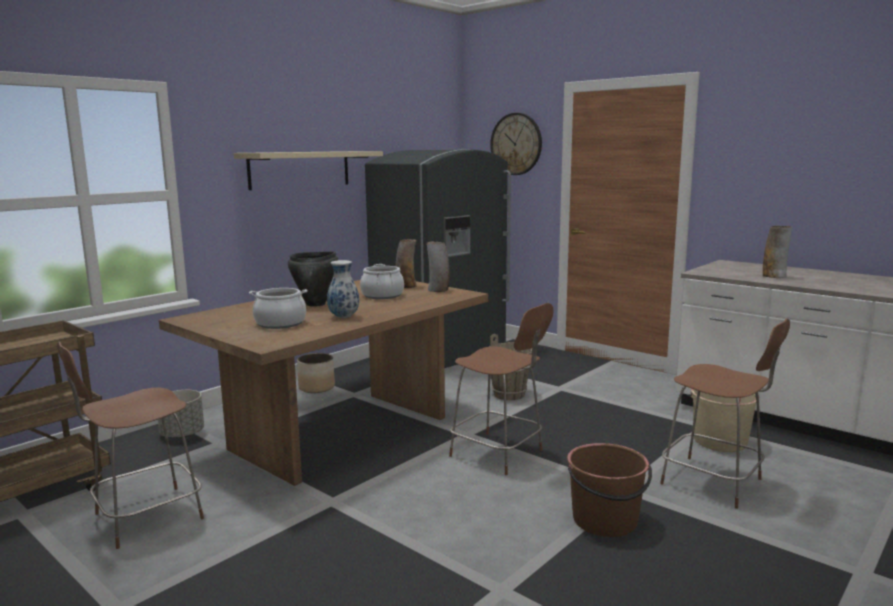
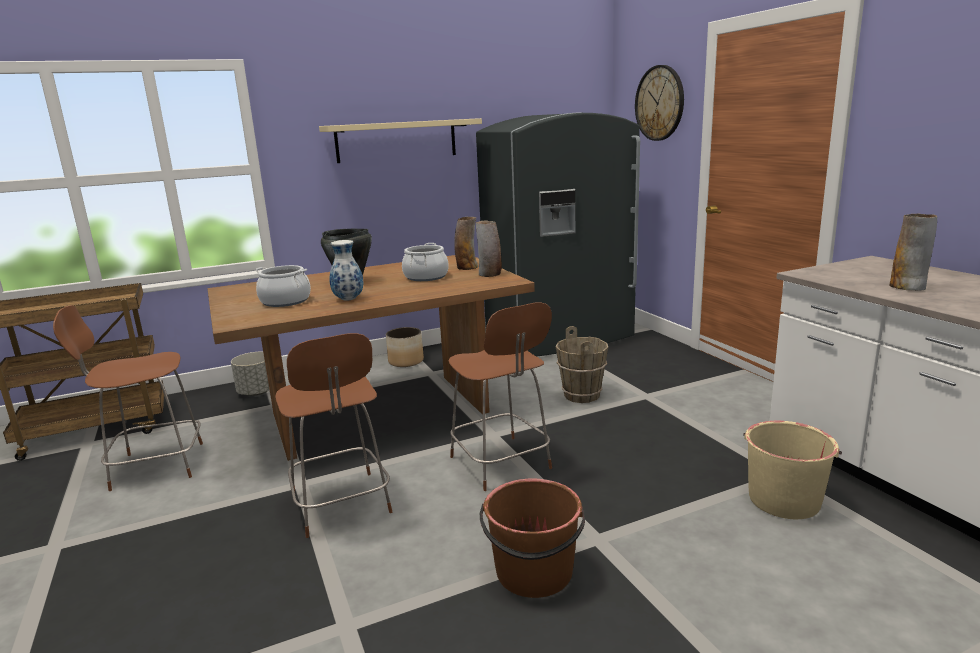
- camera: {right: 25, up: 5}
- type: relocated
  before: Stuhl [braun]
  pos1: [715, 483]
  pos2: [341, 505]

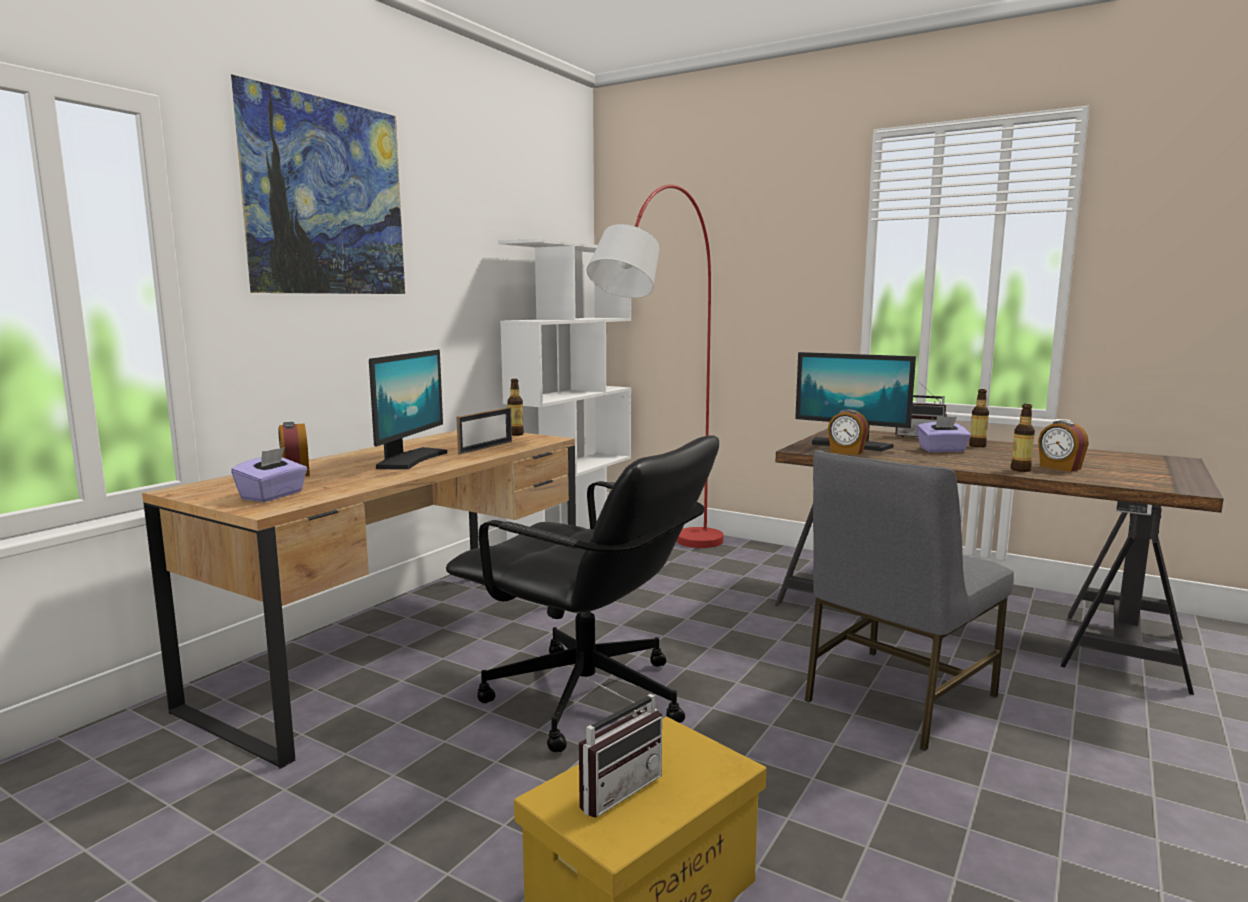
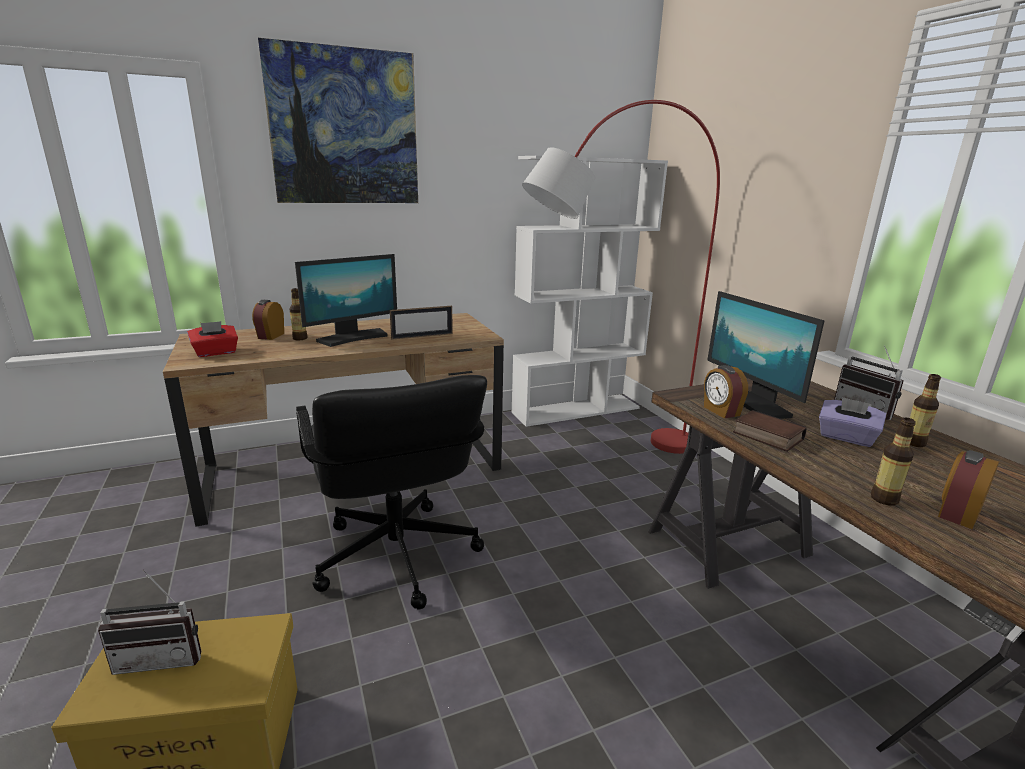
- camera: {right: 35, up: 10}
- type: missing
  before: Stuhl [grau]
  pos1: [895, 697]
- type: appeared
  after: Buch
  pos2: [766, 436]
- type: relocated
  before: Flasche
  pos1: [516, 434]
  pos2: [300, 338]
- type: colour
  before: Taschentuchbox [lila]
  after: Taschentuchbox [rot]
  pos1: [273, 496]
  pos2: [216, 352]
- type: spun
  before: Wecker
  pos1: [1059, 467]
  pos2: [957, 514]
  turn: 45

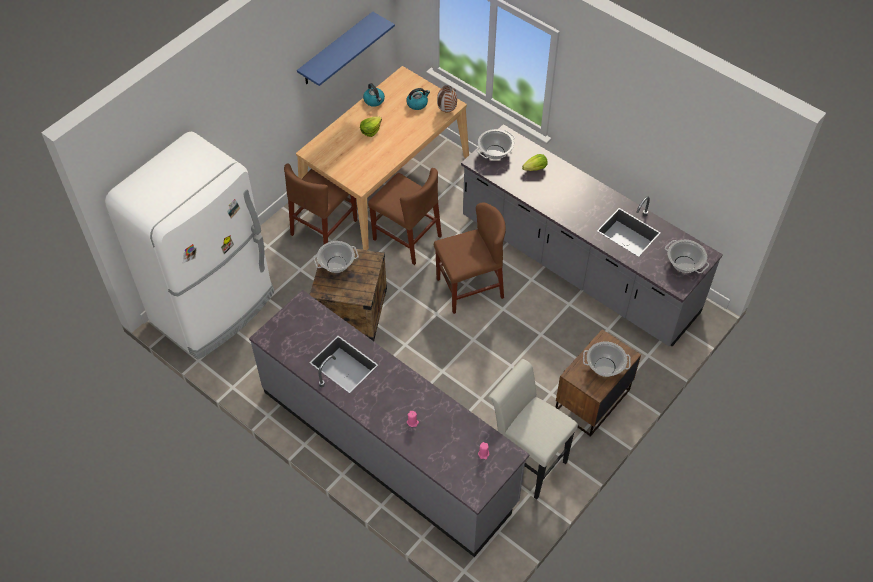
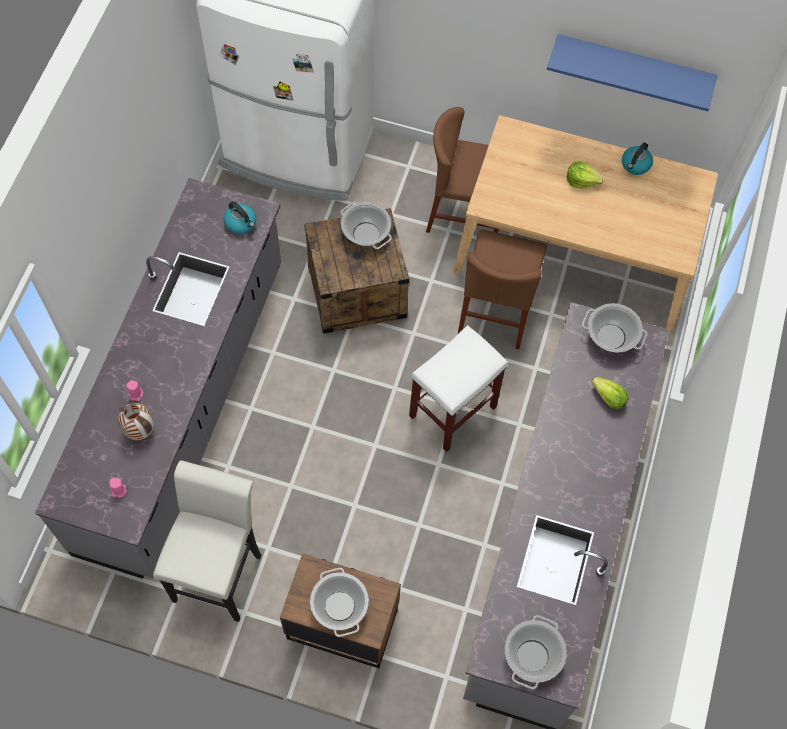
- camera: {right: 65, up: 10}
- type: relocated
  before: Wasserkessel
  pos1: [417, 103]
  pos2: [241, 223]
- type: relocated
  before: Vase
  pos1: [447, 110]
  pos2: [141, 431]
- type: exchanged
  before: Stuhl [braun]
  after: Hocker [weiß]
  pos1: [469, 288]
  pos2: [452, 412]

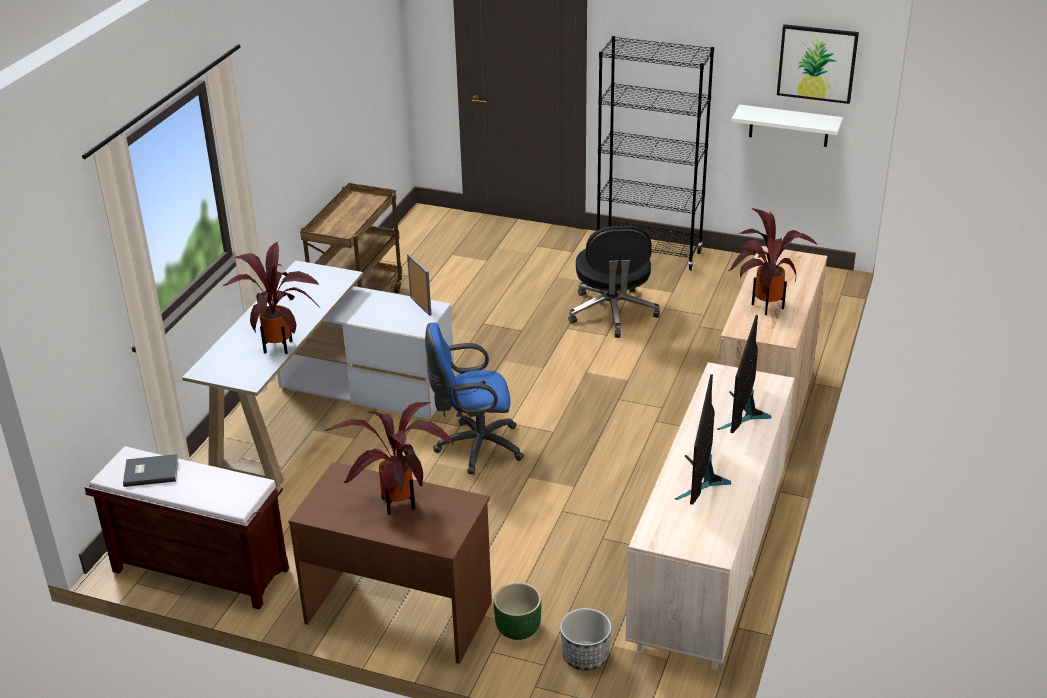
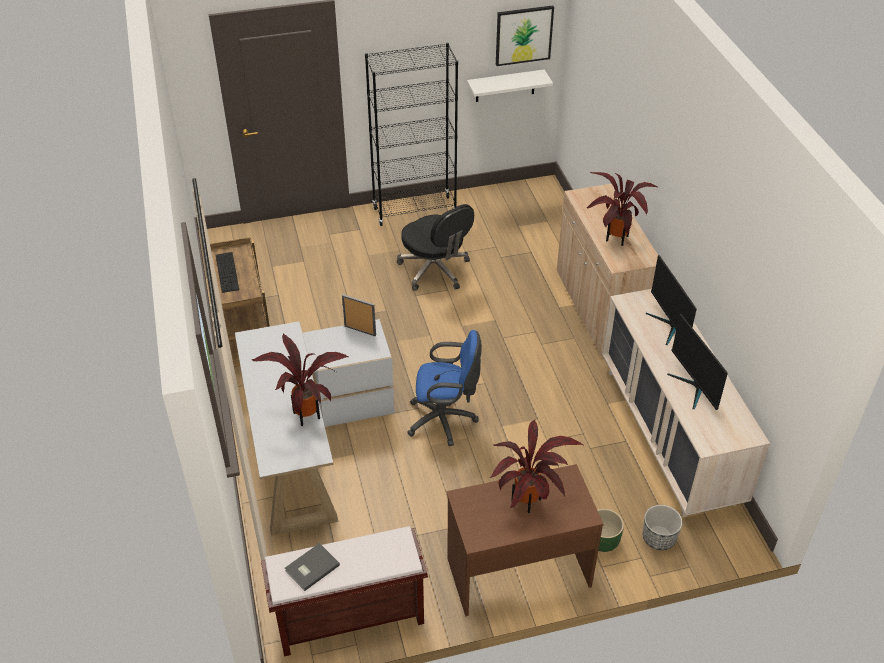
- camera: {right: -35, up: 10}
- type: appeared
  after: Tastatur
  pos2: [227, 272]
- type: spun
  before: Bürostuhl [blau]
  pos1: [475, 447]
  pos2: [445, 420]
  turn: -135

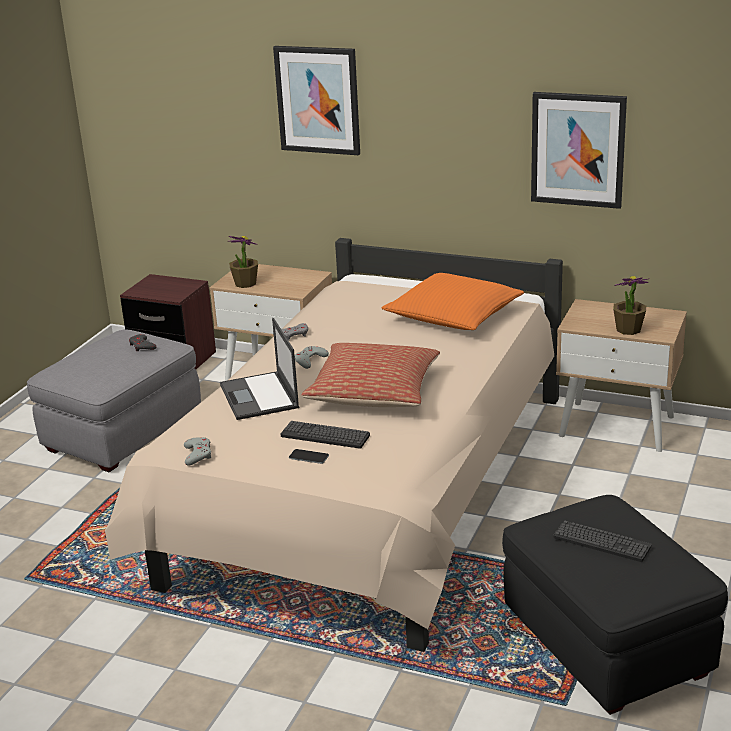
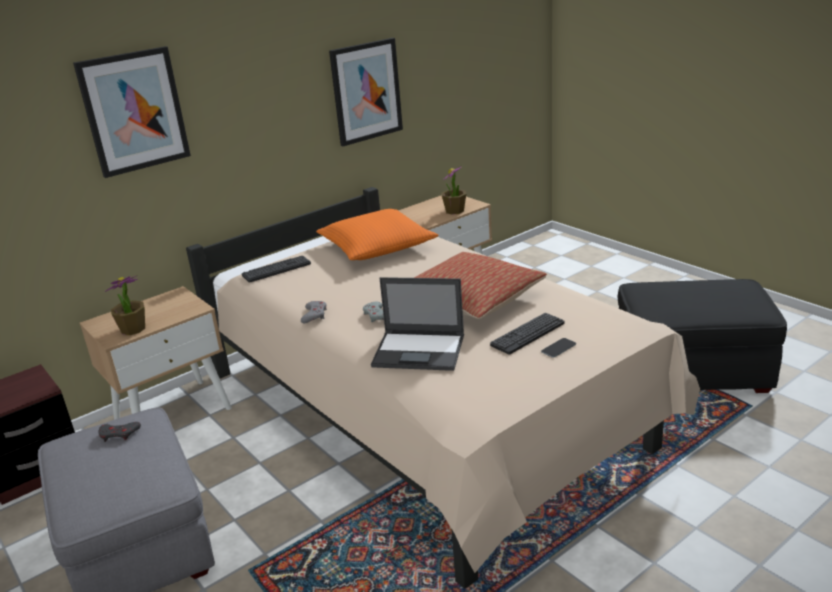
- camera: {right: -60, up: 0}
- type: missing
  before: Gamepad [grau]
  pos1: [198, 454]
- type: relocated
  before: Tastatur
  pos1: [601, 542]
  pos2: [276, 269]

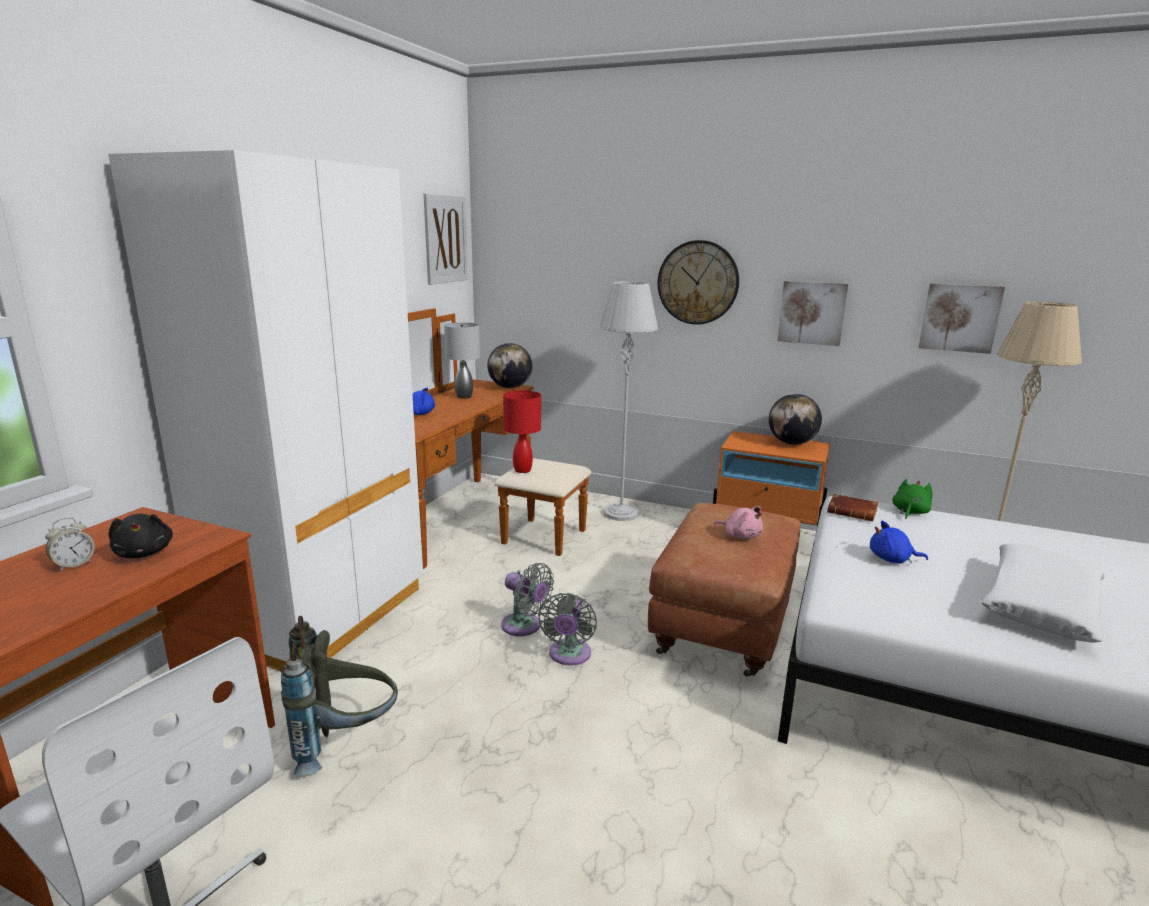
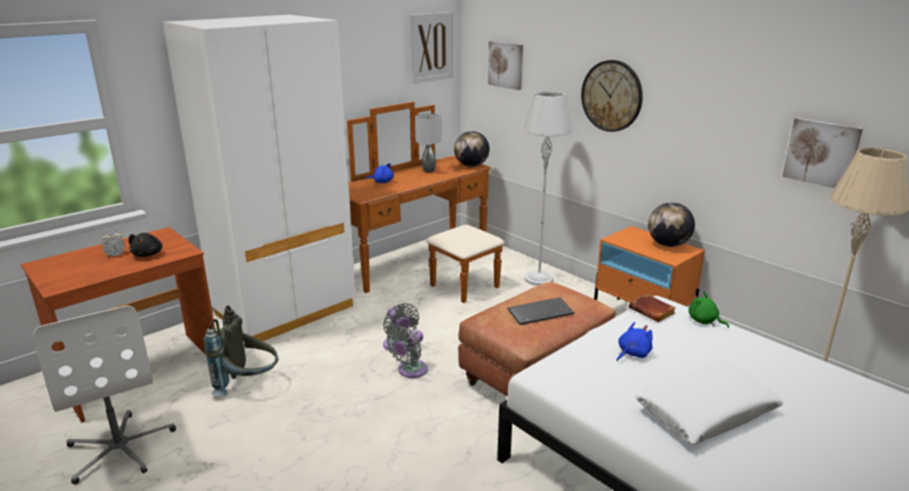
- camera: {right: 25, up: 5}
- type: missing
  before: Tischlampe [rot]
  pos1: [522, 470]
- type: relocated
  before: Bild
  pos1: [812, 312]
  pos2: [506, 65]
- type: exchanged
  before: Plüschtier [rosa]
  after: Tastatur
  pos1: [740, 535]
  pos2: [540, 312]
- type: spun
  before: Plüschtier [blau]
  pos1: [892, 559]
  pos2: [632, 353]
  turn: 105
- type: spun
  before: Plüschtier [grün]
  pos1: [909, 512]
  pos2: [704, 321]
  turn: -105

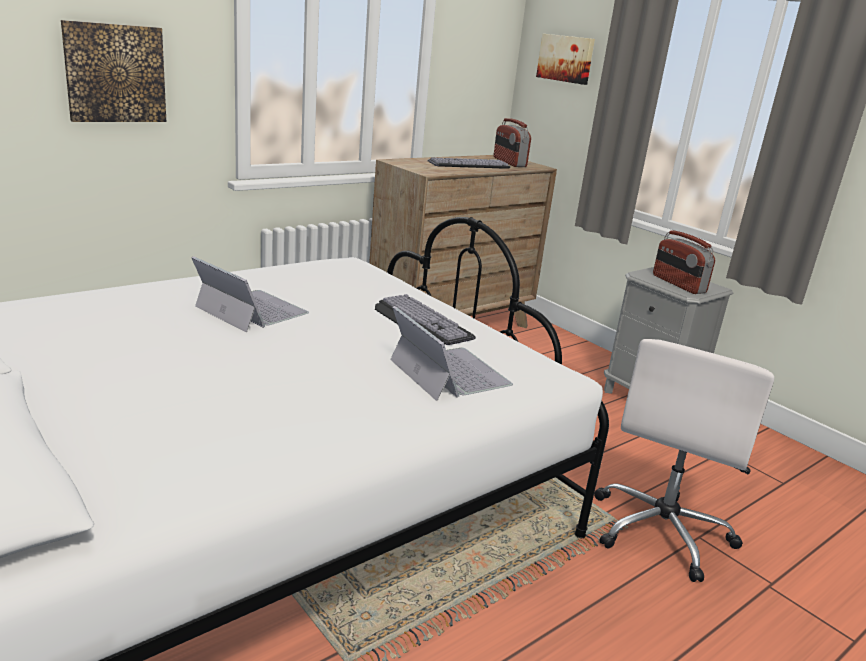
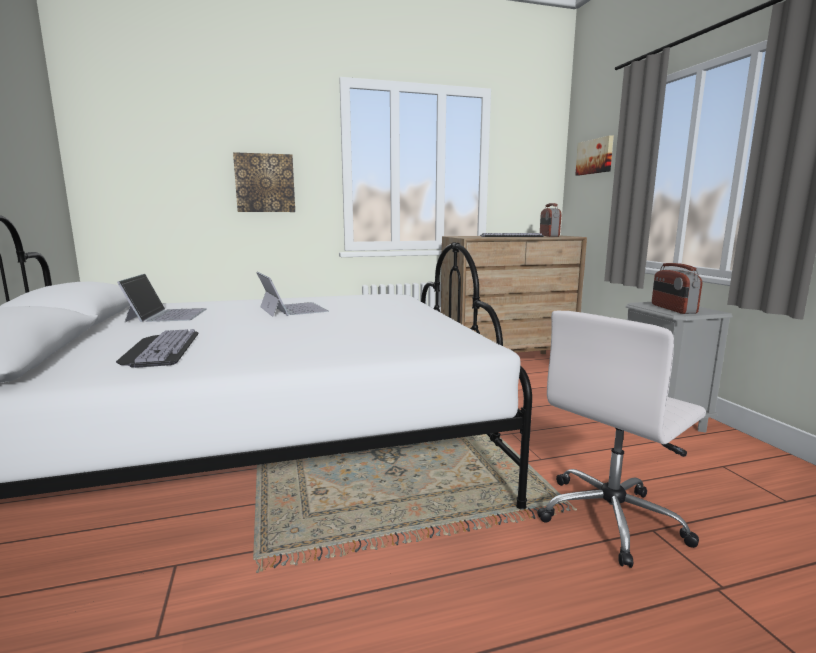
- camera: {right: 25, up: -10}
- type: relocated
  before: Tastatur
  pos1: [418, 321]
  pos2: [159, 349]
- type: relocated
  before: Laptop
  pos1: [448, 372]
  pos2: [167, 315]

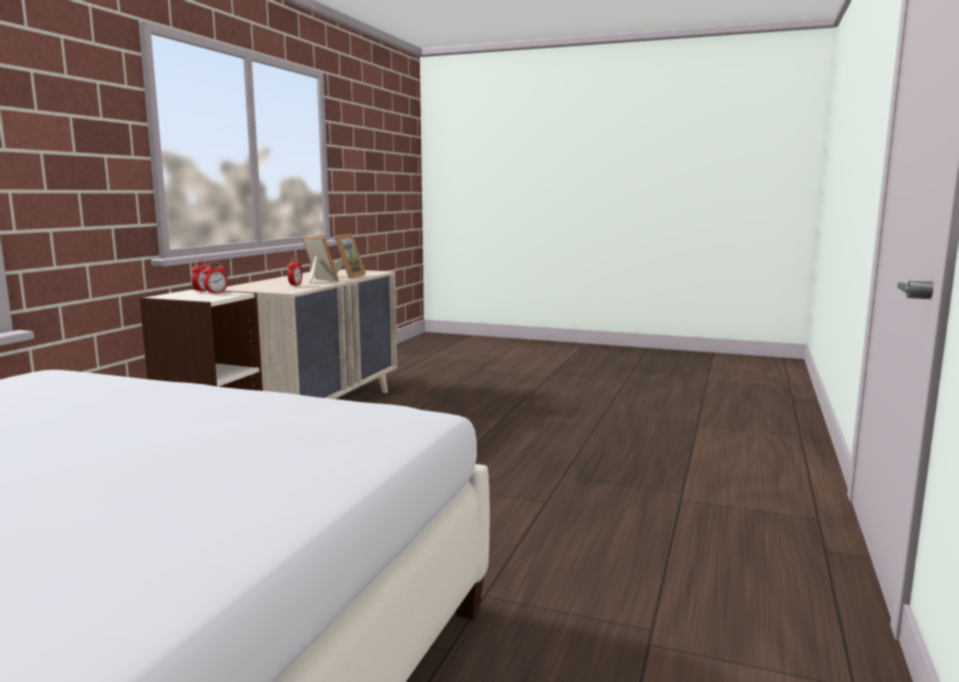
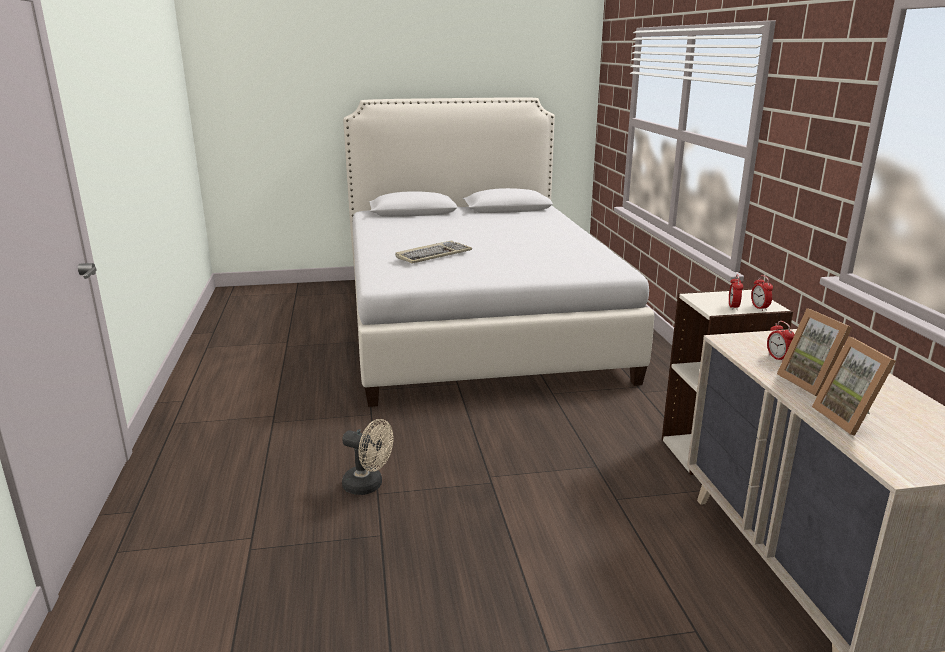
- camera: {right: 150, up: 10}
- type: appeared
  after: Ventilator [beige]
  pos2: [368, 486]
- type: appeared
  after: Tastatur
  pos2: [433, 255]
- type: spun
  before: Bilderrahmen
  pos1: [317, 281]
  pos2: [812, 382]
  turn: 60

